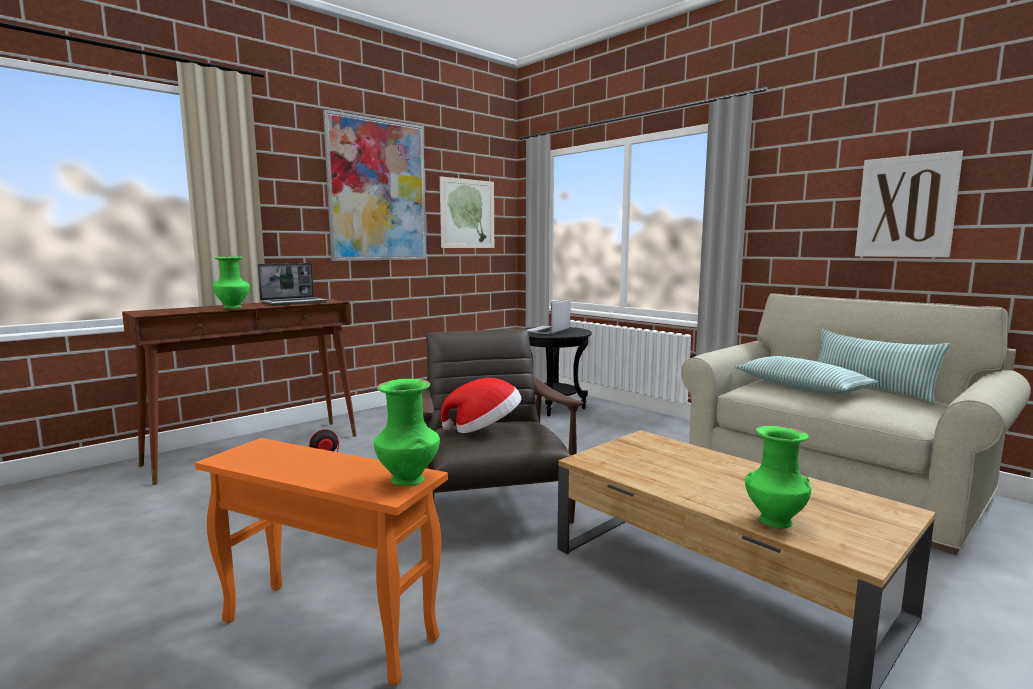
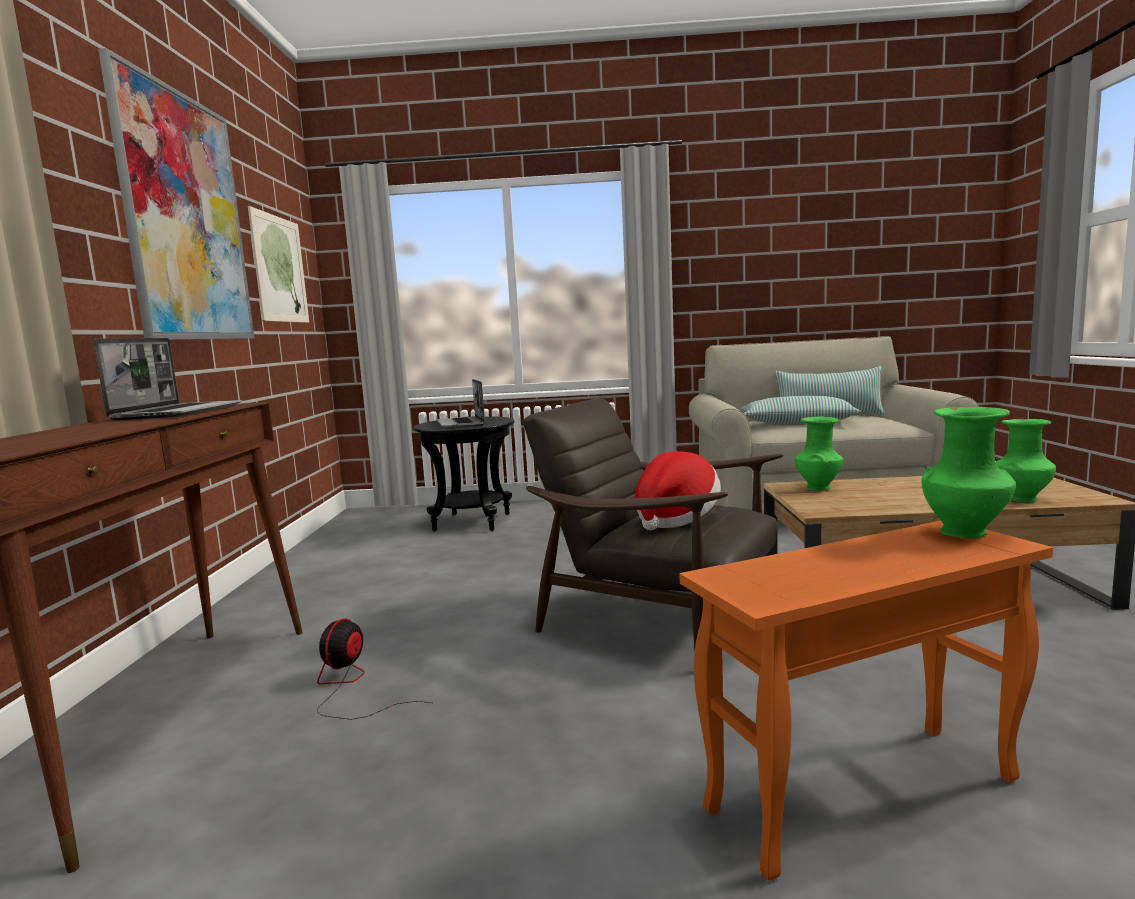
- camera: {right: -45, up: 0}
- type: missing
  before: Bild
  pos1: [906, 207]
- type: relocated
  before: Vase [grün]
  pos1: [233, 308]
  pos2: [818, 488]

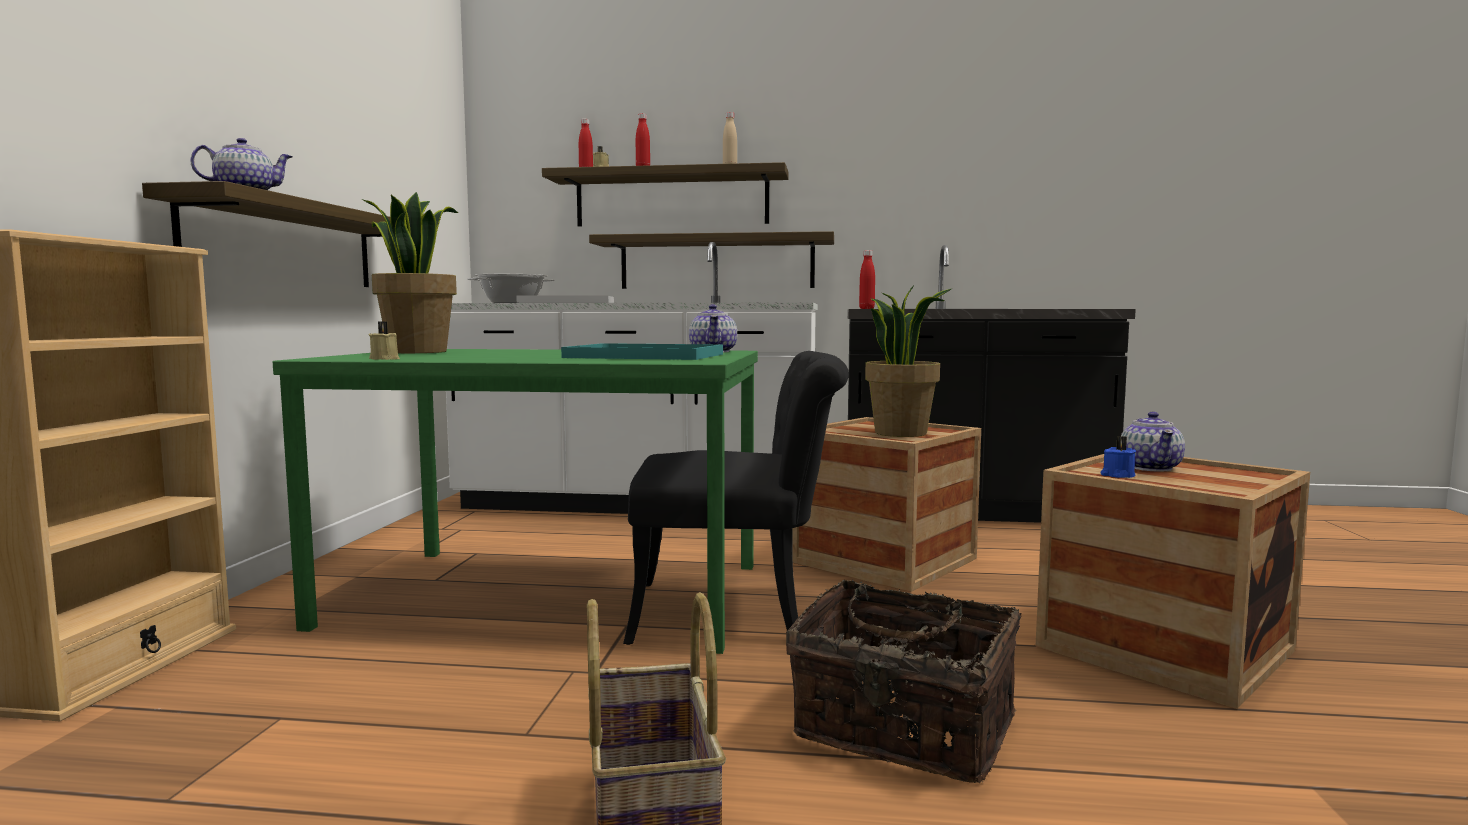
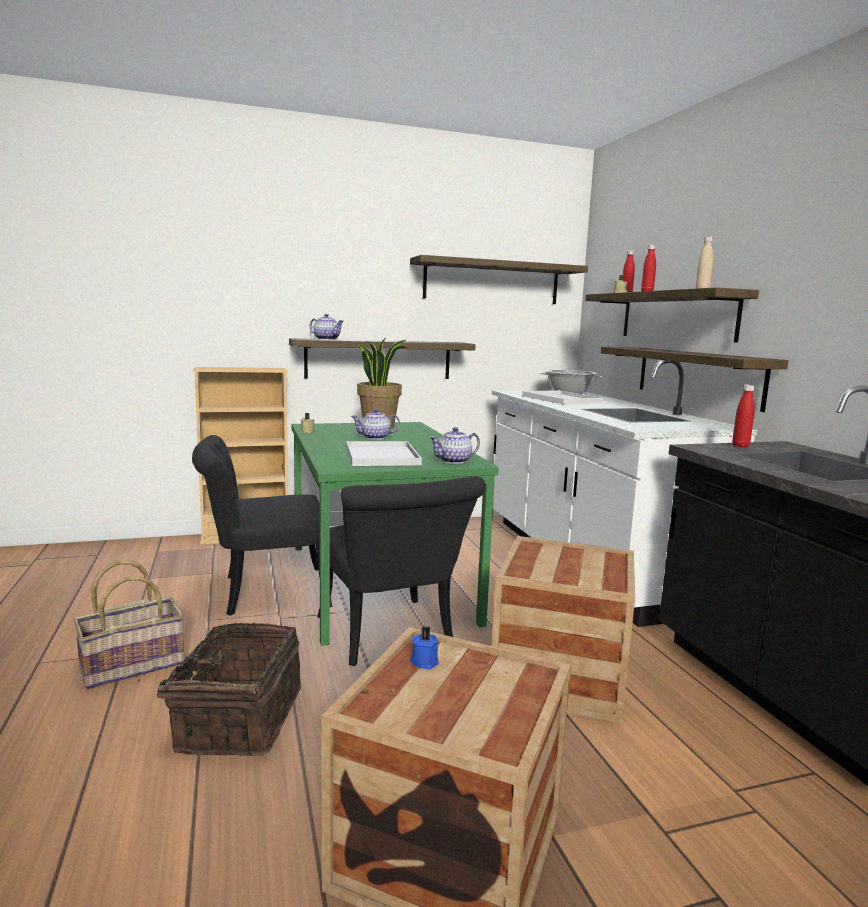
- camera: {right: 65, up: 5}
- type: missing
  before: Topfpflanze
  pos1: [901, 433]
- type: appeared
  after: Stuhl [schwarz]
  pos2: [262, 592]
- type: appeared
  after: Wandregal
  pos2: [492, 282]
- type: relocated
  before: Teekanne
  pos1: [1150, 467]
  pos2: [375, 437]
- type: colour
  before: Tablett [türkis]
  after: Tablett [weiß]
  pos1: [648, 356]
  pos2: [383, 456]

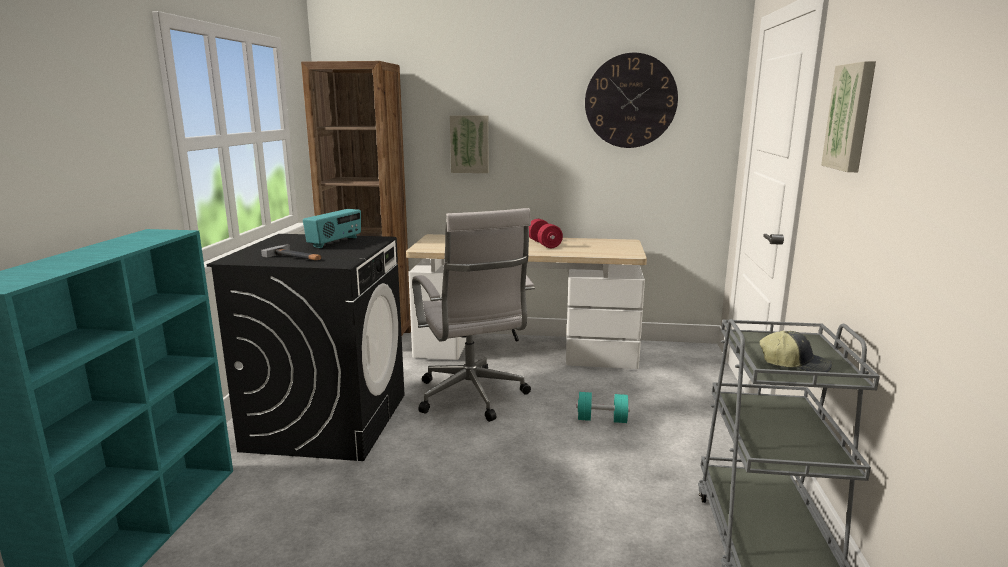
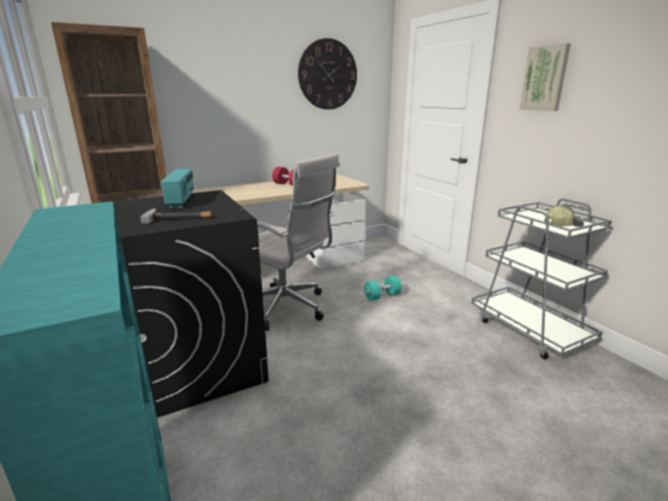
- camera: {right: -35, up: 5}
- type: missing
  before: Bild
  pos1: [470, 144]

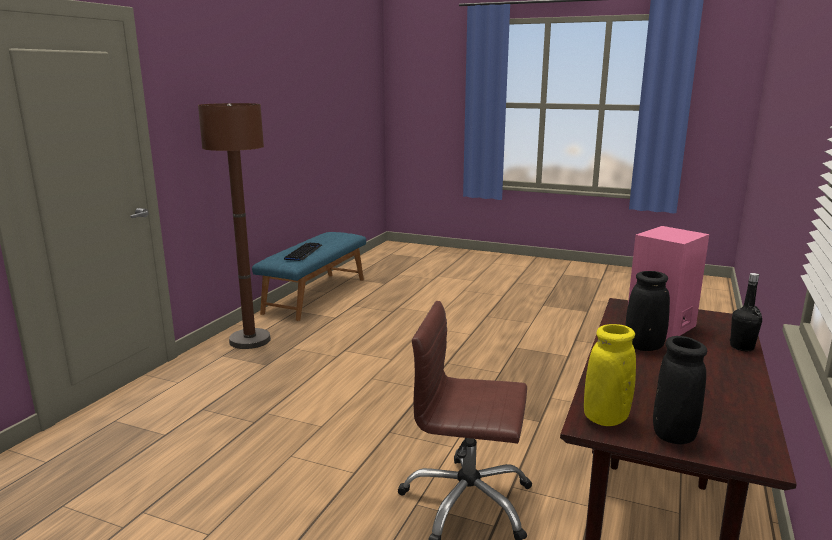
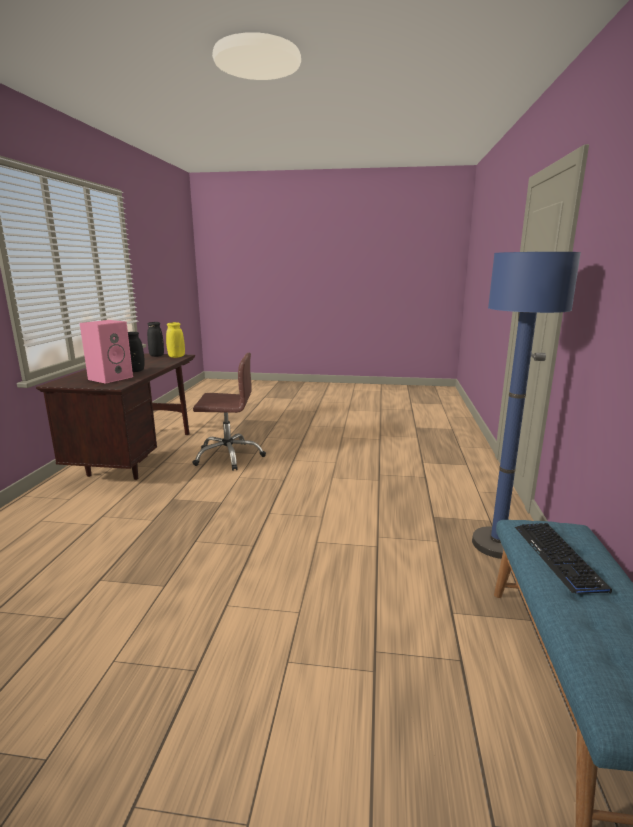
- camera: {right: 165, up: 0}
- type: missing
  before: Flasche [schwarz]
  pos1: [741, 347]
- type: colour
  before: Stehlampe [braun]
  after: Stehlampe [blau]
  pos1: [250, 340]
  pos2: [497, 544]

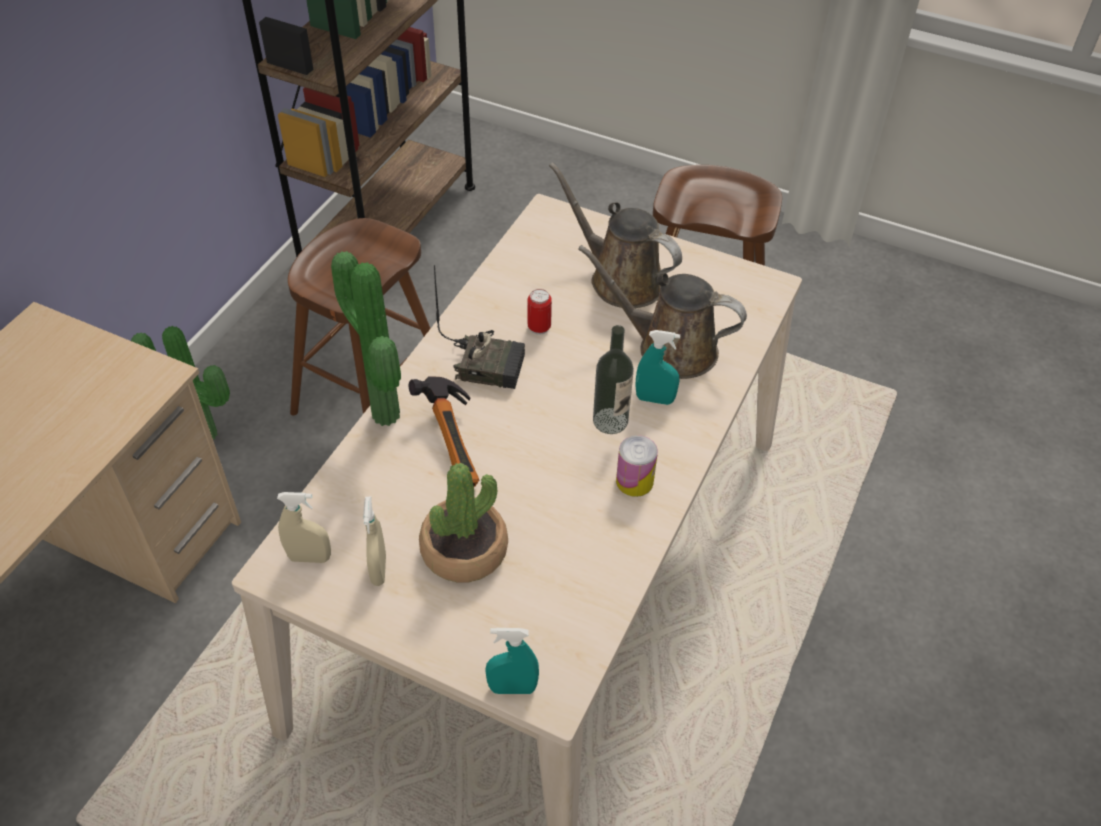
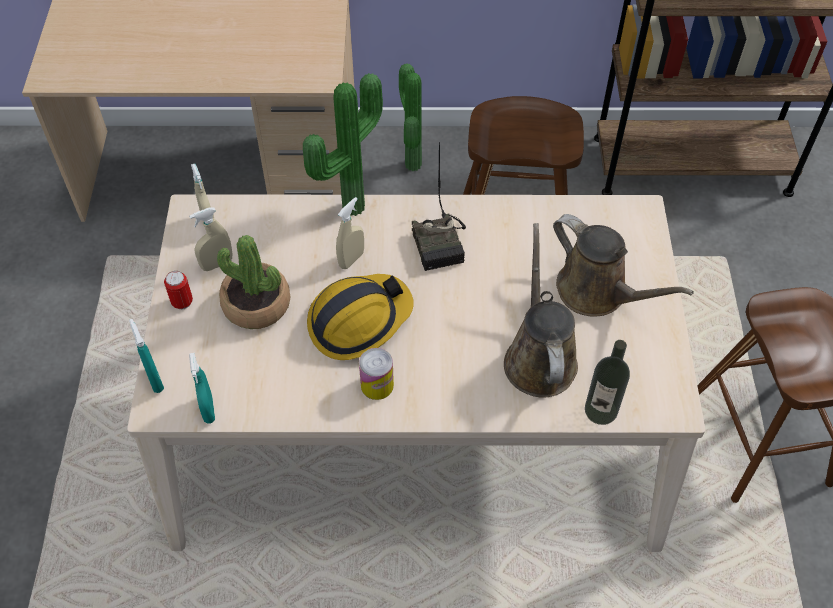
- camera: {right: 65, up: 5}
- type: appeared
  after: Schutzhelm
  pos2: [359, 321]
- type: relocated
  before: Dose
  pos1: [539, 328]
  pos2: [182, 302]
- type: relocated
  before: Flasche
  pos1: [610, 421]
  pos2: [600, 410]
- type: relocated
  before: Sprühflasche [türkis]
  pos1: [655, 399]
  pos2: [208, 409]
- type: exchanged
  before: Hammer
  after: Sprühflasche [beige]
  pos1: [458, 443]
  pos2: [351, 259]
- type: spun
  before: Gießkanne [braun]
  pos1: [620, 279]
  pos2: [597, 292]
  turn: 120

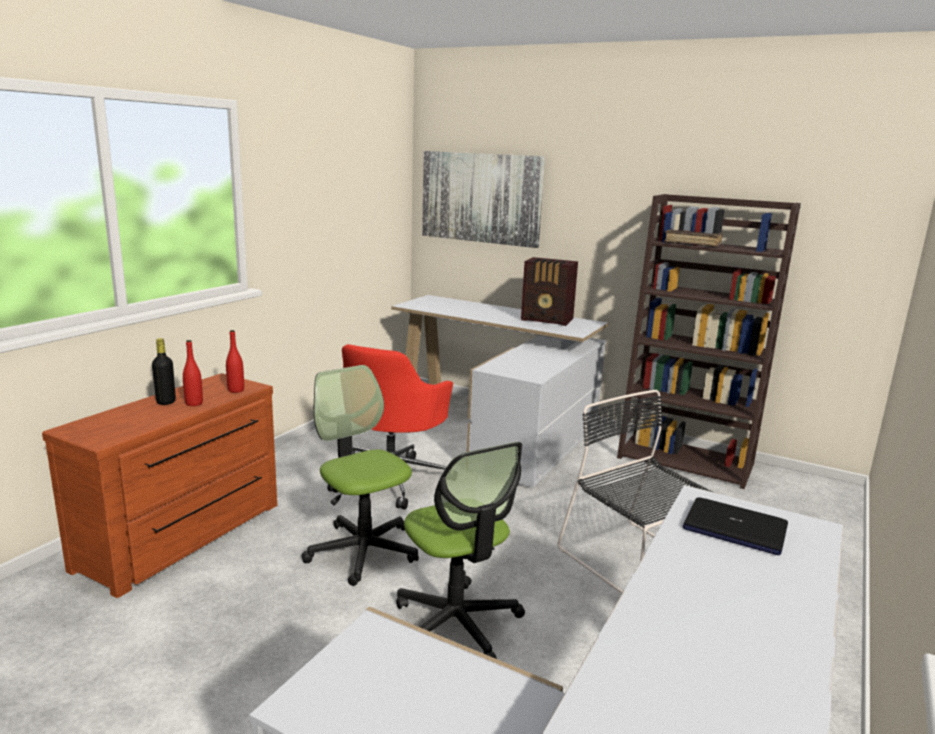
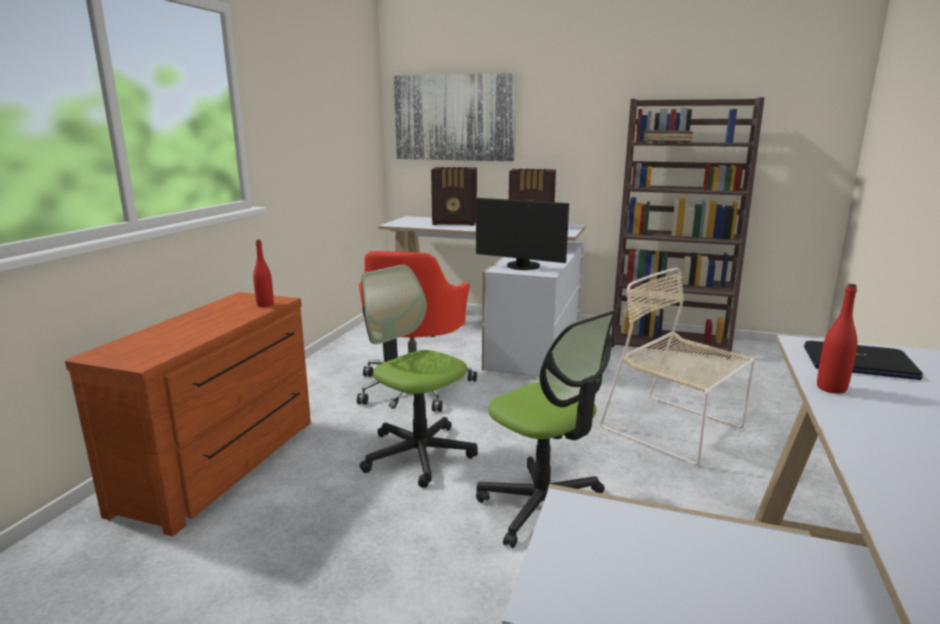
- camera: {right: -10, up: 0}
- type: missing
  before: Flasche [schwarz]
  pos1: [166, 402]
- type: appeared
  after: Radio
  pos2: [455, 223]
- type: appeared
  after: Monitor
  pos2: [522, 267]
- type: relocated
  before: Flasche [rot]
  pos1: [194, 403]
  pos2: [831, 388]
- type: colour
  before: Stuhl [schwarz]
  after: Stuhl [beige]
  pos1: [636, 561]
  pos2: [676, 429]

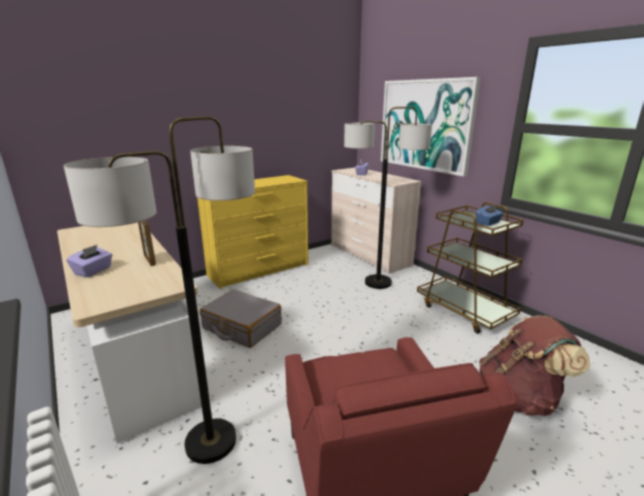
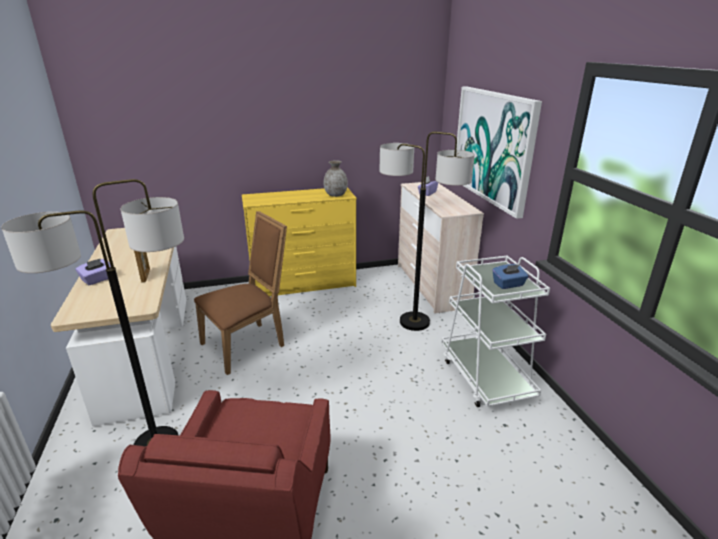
- camera: {right: 20, up: 5}
- type: missing
  before: Rucksack [braun]
  pos1: [519, 397]
- type: appeared
  after: Vase [grau]
  pos2: [335, 195]
- type: exchanged
  before: Koffer [grau]
  after: Stuhl [braun]
  pos1: [242, 327]
  pos2: [248, 344]
- type: colour
  before: Rollwagen [braun]
  after: Rollwagen [weiß]
  pos1: [464, 311]
  pos2: [485, 377]

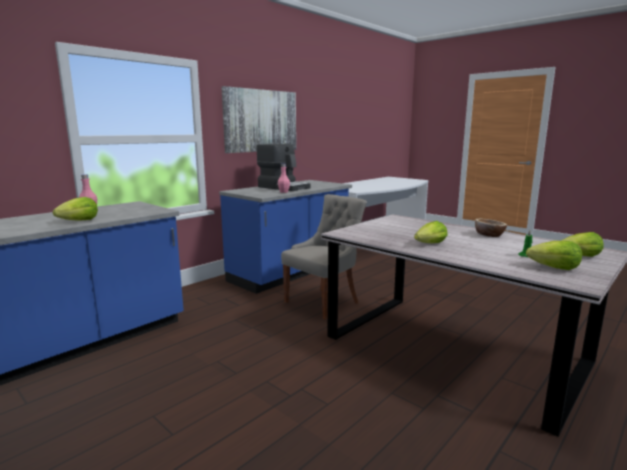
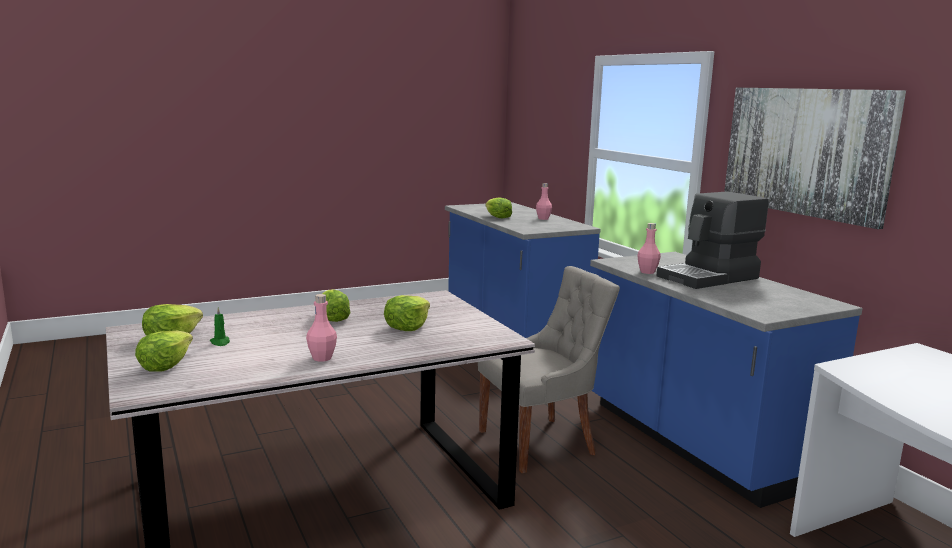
- camera: {right: 110, up: 0}
- type: appeared
  after: Salatkopf
  pos2: [407, 326]
- type: exchanged
  before: Schüssel
  after: Flasche [rosa]
  pos1: [489, 235]
  pos2: [322, 358]
- type: spun
  before: Stuhl [grau]
  pos1: [324, 302]
  pos2: [540, 443]
  turn: -90

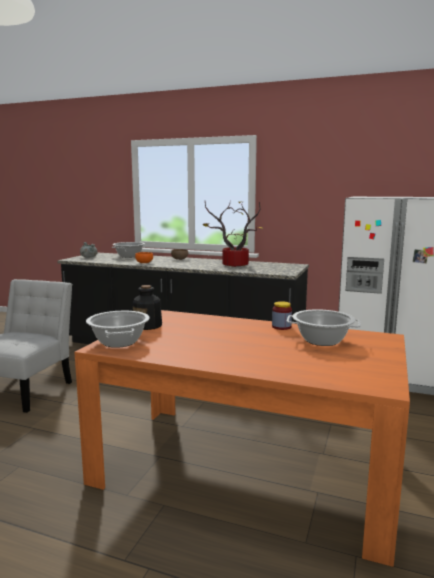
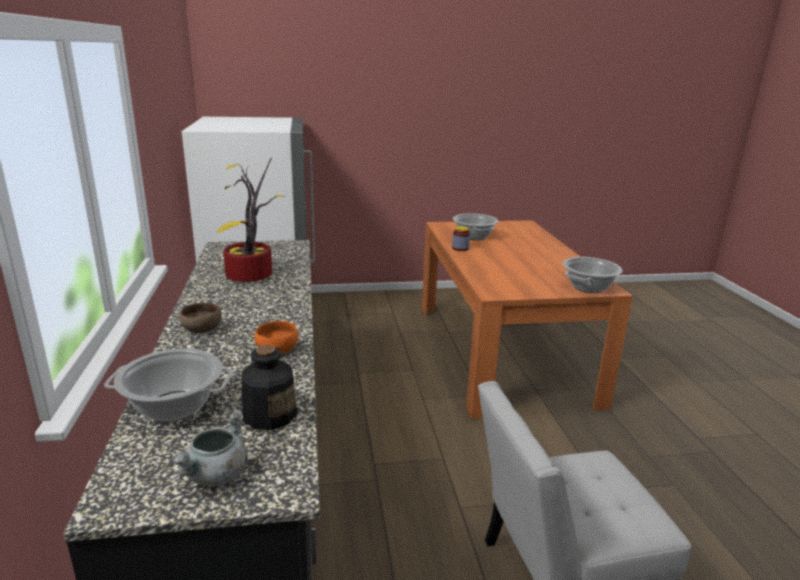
- camera: {right: -120, up: 10}
- type: relocated
  before: Flasche
  pos1: [147, 325]
  pos2: [269, 414]

